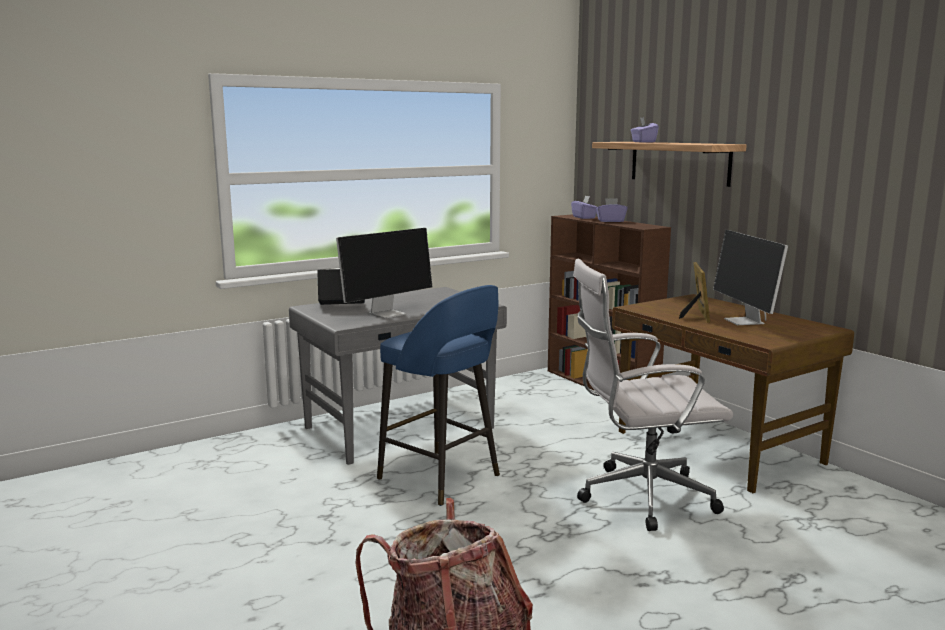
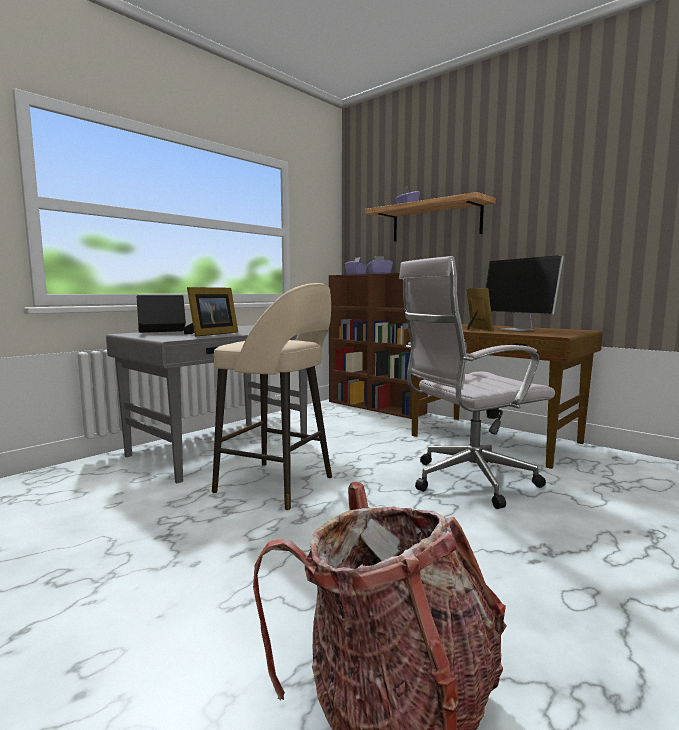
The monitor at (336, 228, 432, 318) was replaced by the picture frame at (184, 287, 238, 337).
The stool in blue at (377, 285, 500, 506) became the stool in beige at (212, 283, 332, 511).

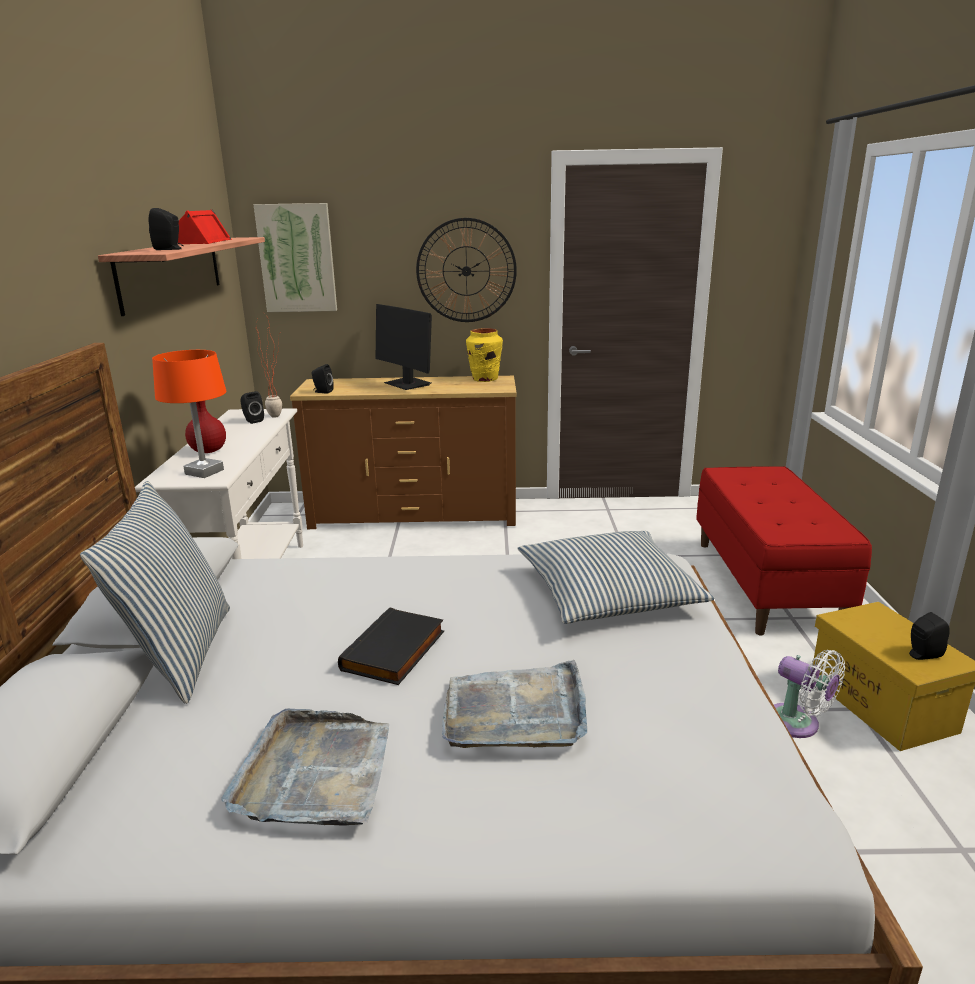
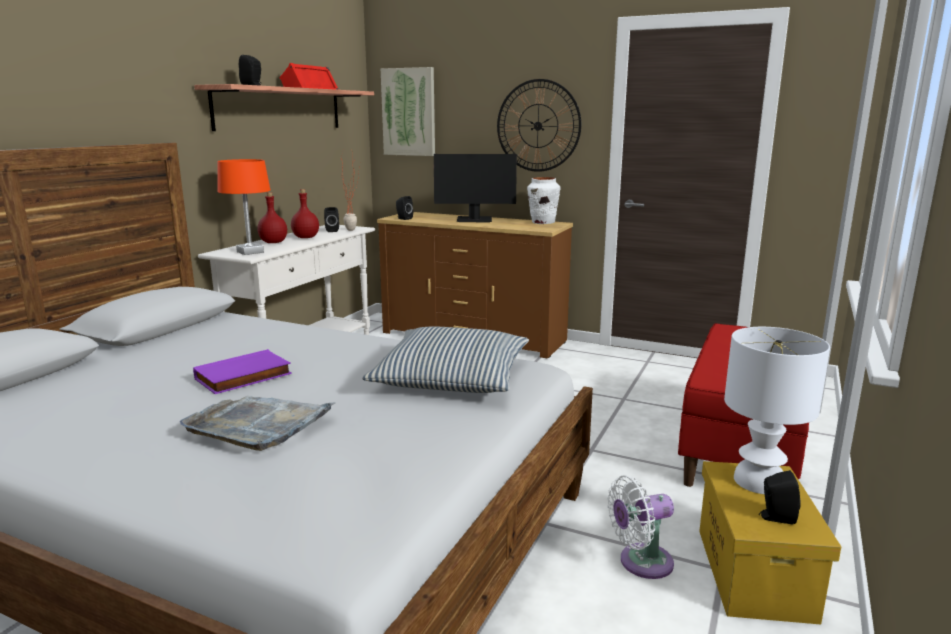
The pillow at (80, 481, 230, 704) disappeared.
The tray in grey at (221, 709, 389, 826) disappeared.
The bottle in red at (291, 189, 319, 238) appeared.
The table lamp in white at (724, 327, 830, 494) appeared.
The book in black at (338, 608, 444, 685) became the book in purple at (193, 349, 292, 394).
The vase in yellow at (466, 328, 503, 382) became the vase in white at (527, 177, 560, 224).
The monitor at (376, 304, 432, 390) turned 75 degrees counterclockwise.
The fan in white at (774, 650, 845, 738) turned 90 degrees clockwise.

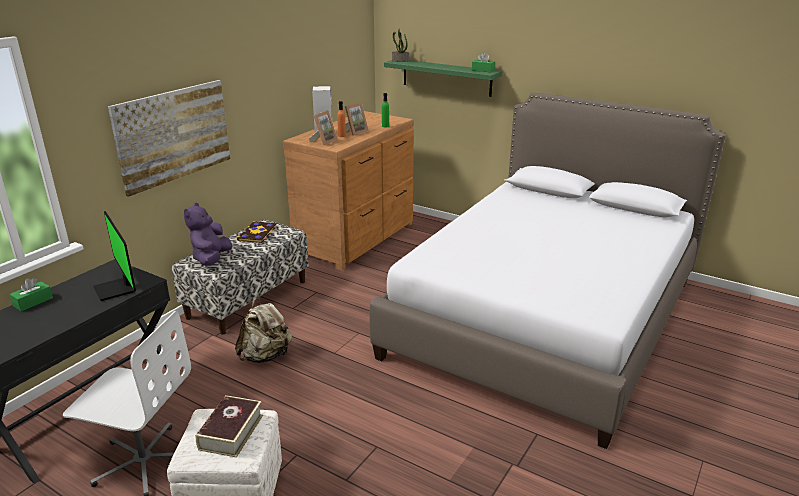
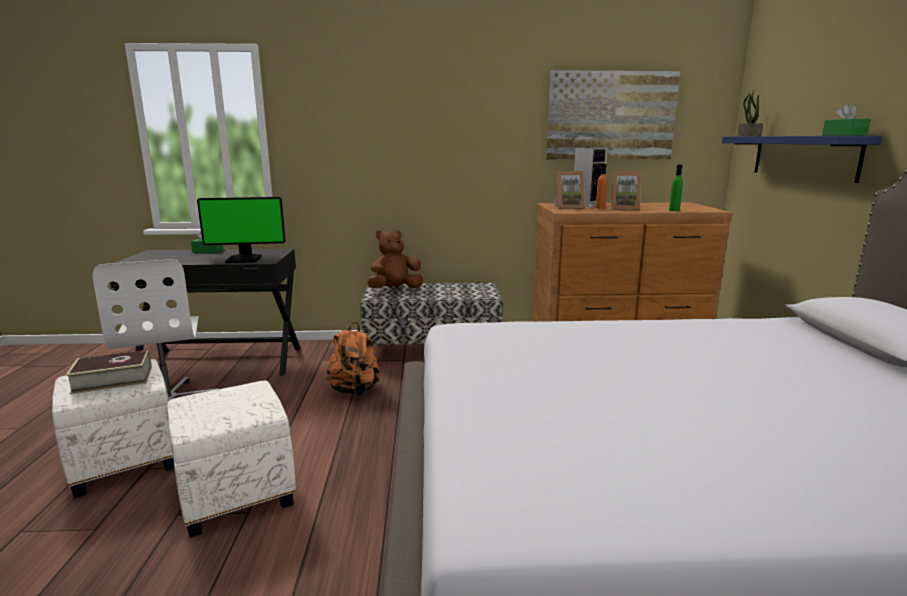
The book at (237, 221, 277, 243) disappeared.
The ottoman in white at (167, 381, 296, 538) appeared.
The picture moved from (108, 80, 230, 197) to (546, 70, 680, 159).
The plush toy in purple at (184, 203, 232, 266) became the plush toy in brown at (367, 230, 423, 288).
The backpack in beige at (235, 298, 292, 363) became the backpack in orange at (327, 322, 380, 396).
The shelf in green at (384, 60, 502, 97) became the shelf in blue at (722, 136, 882, 183).
The monitor at (93, 211, 136, 301) turned 120 degrees counterclockwise.

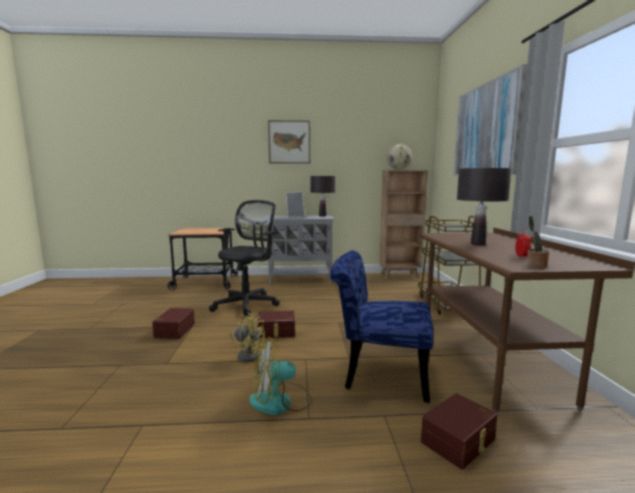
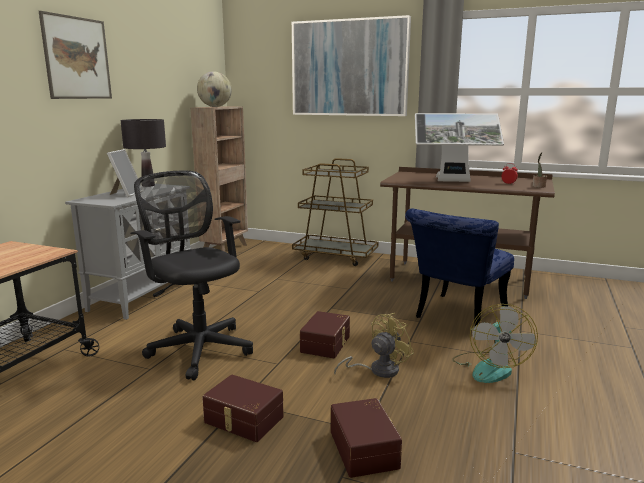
The storage box in brown moved from (421, 393, 498, 470) to (331, 398, 402, 478).
The table lamp in black at (457, 168, 512, 245) was replaced by the monitor at (415, 113, 504, 182).

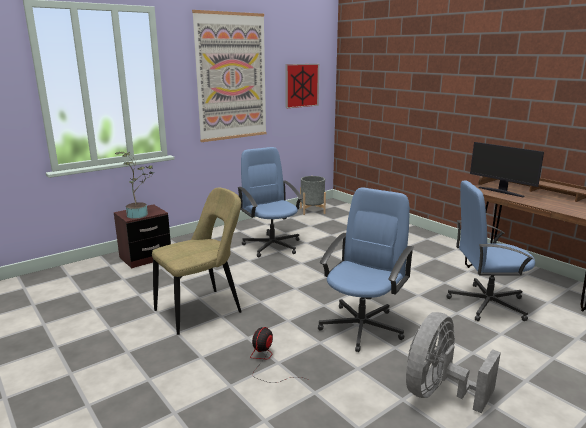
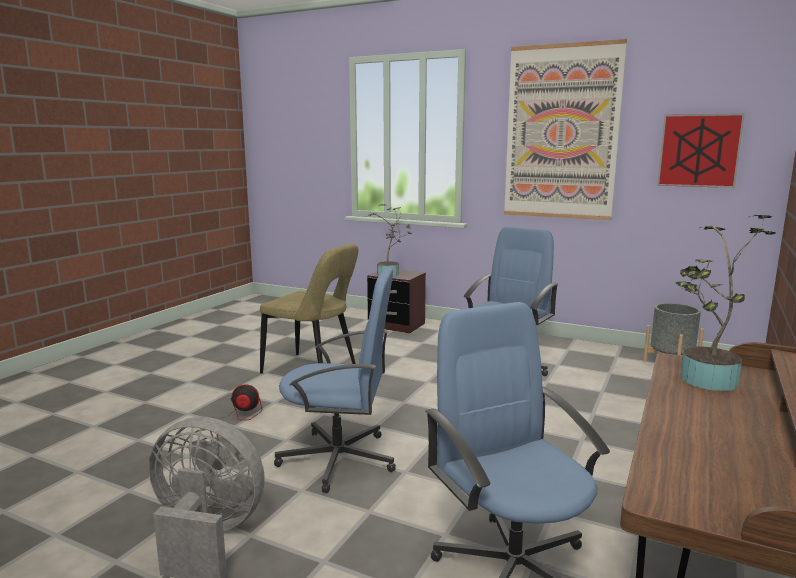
The monitor at (470, 142, 544, 197) was replaced by the potted plant at (676, 214, 776, 391).

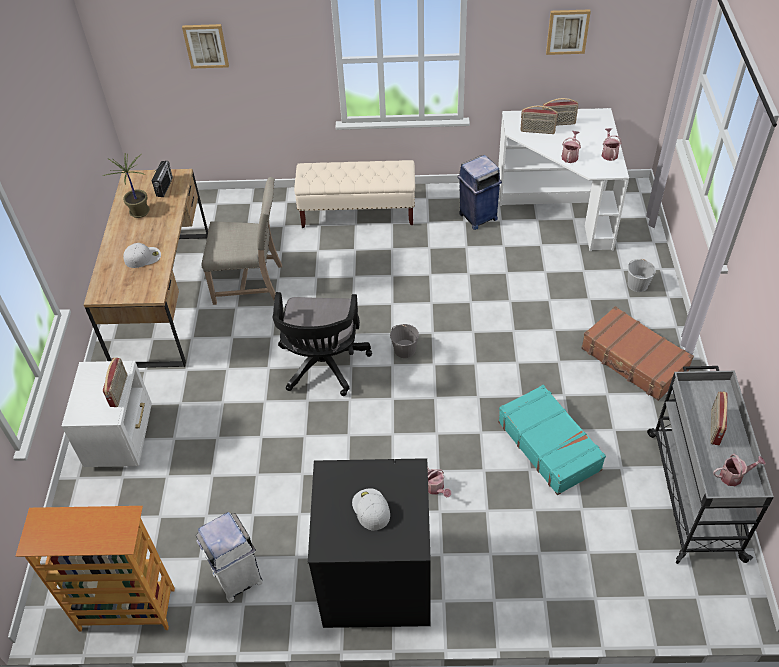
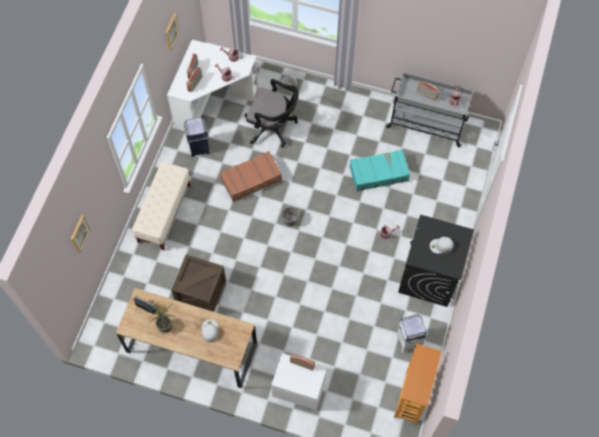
The office chair in black moved from (272, 292, 372, 396) to (244, 79, 299, 148).
The suitcase in brown moved from (581, 306, 694, 401) to (220, 151, 282, 202).
The chair in beige at (201, 177, 282, 305) was replaced by the crate at (171, 254, 226, 312).

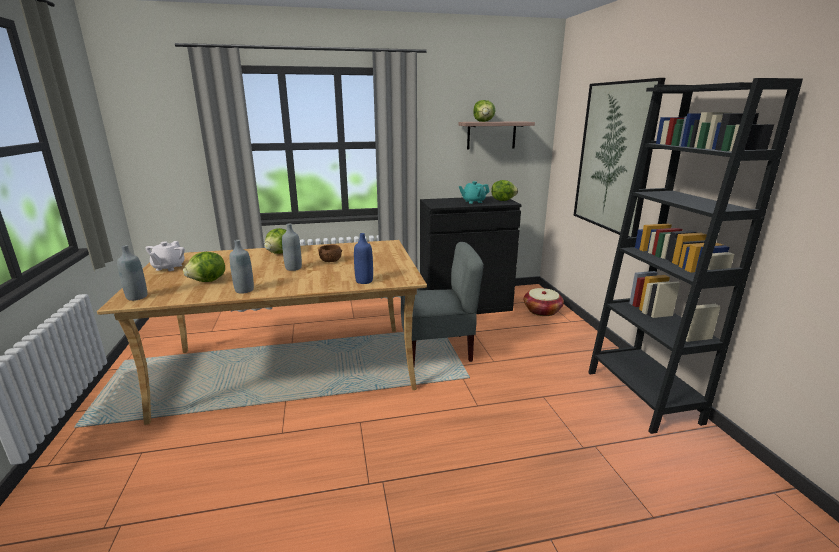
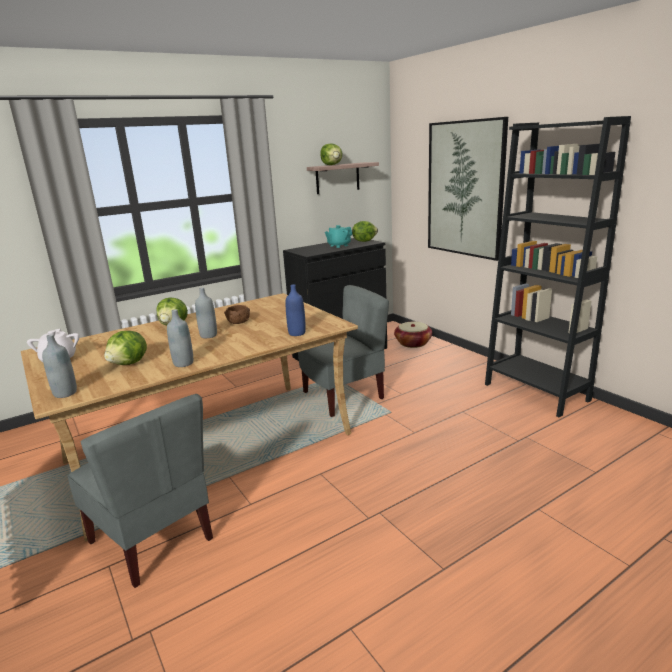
The chair in grey at (68, 394, 213, 588) appeared.

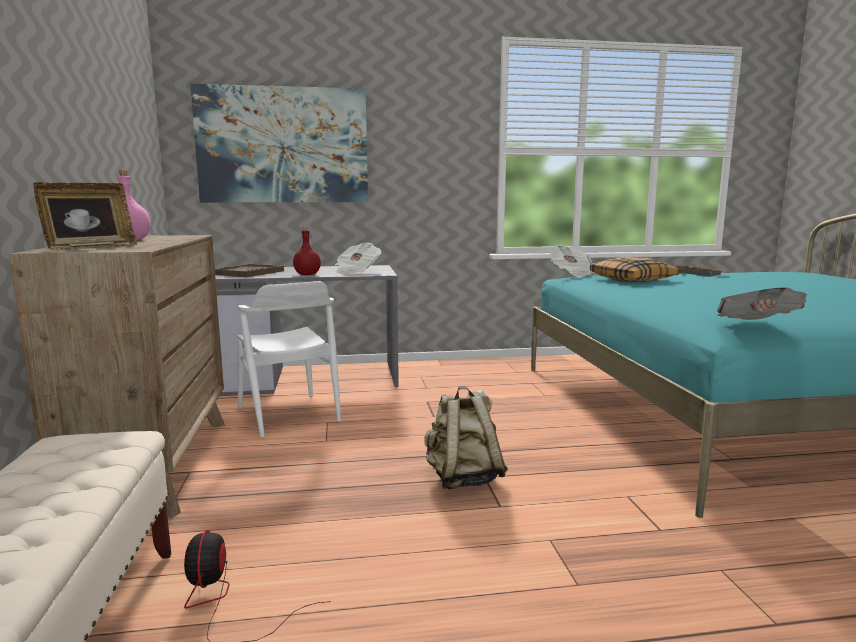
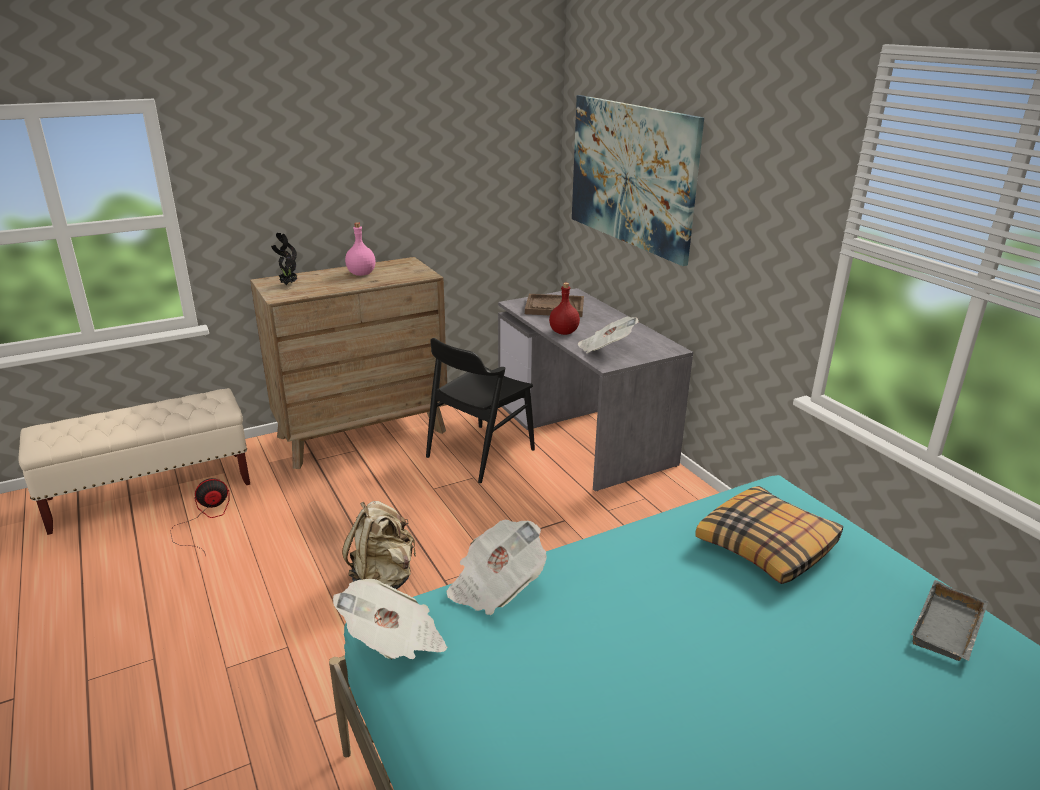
The newspaper moved from (549, 245, 594, 277) to (447, 519, 547, 615).
The picture frame at (33, 182, 137, 250) was replaced by the potted plant at (271, 233, 298, 285).
The chair in white at (236, 281, 341, 437) became the chair in black at (426, 338, 535, 483).

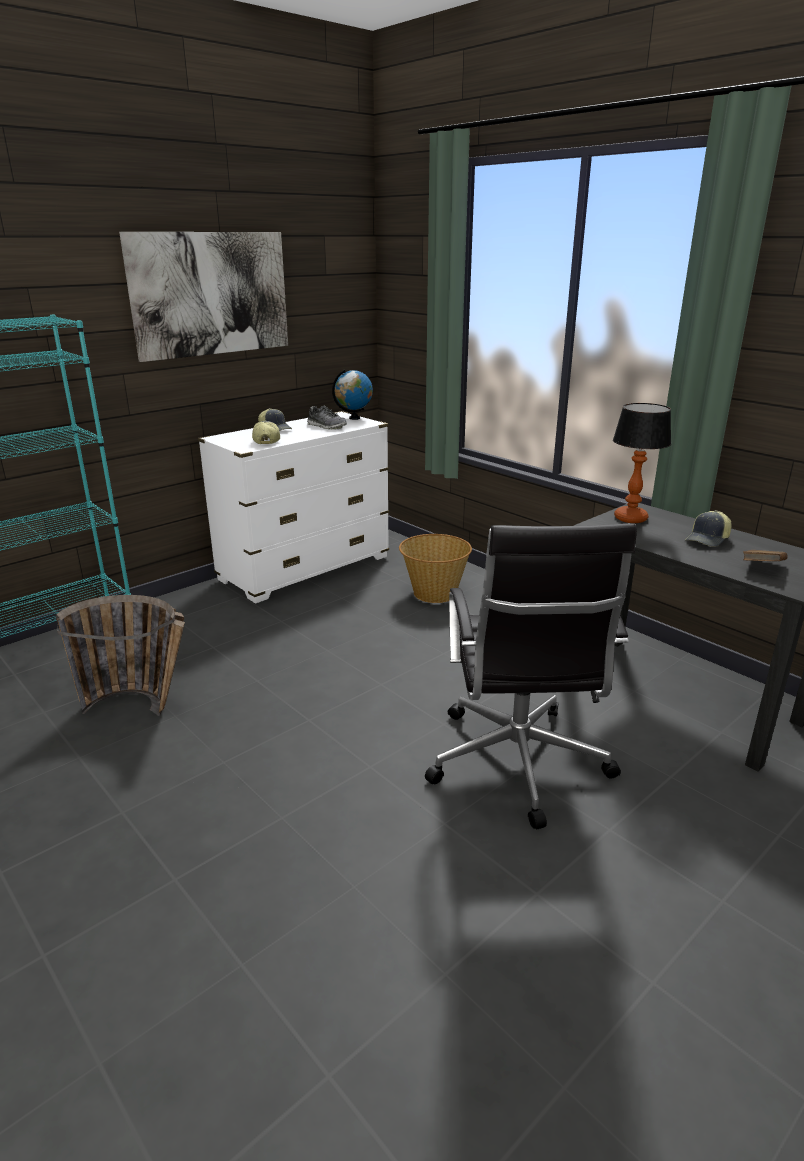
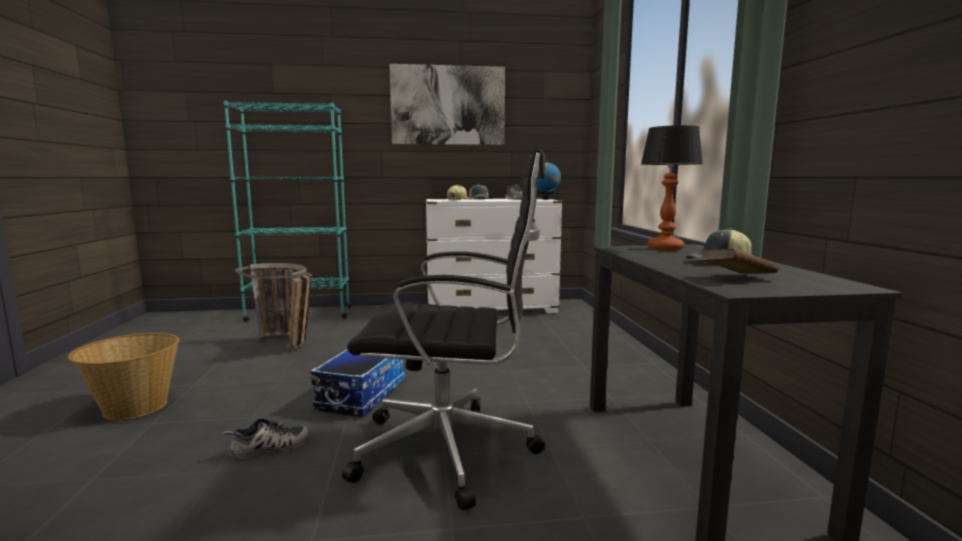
The shoe at (223, 418, 309, 461) appeared.
The storage box at (310, 349, 405, 417) appeared.
The basket moved from (399, 534, 472, 603) to (68, 333, 179, 420).
The office chair in black at (425, 523, 637, 830) turned 120 degrees counterclockwise.

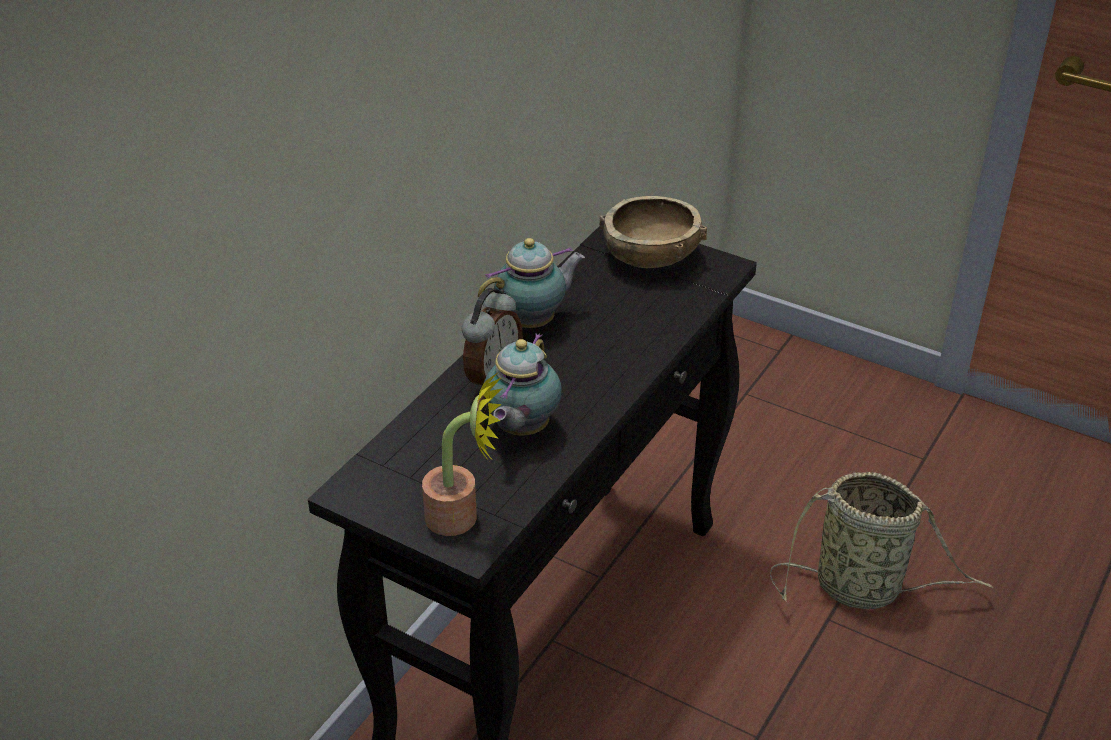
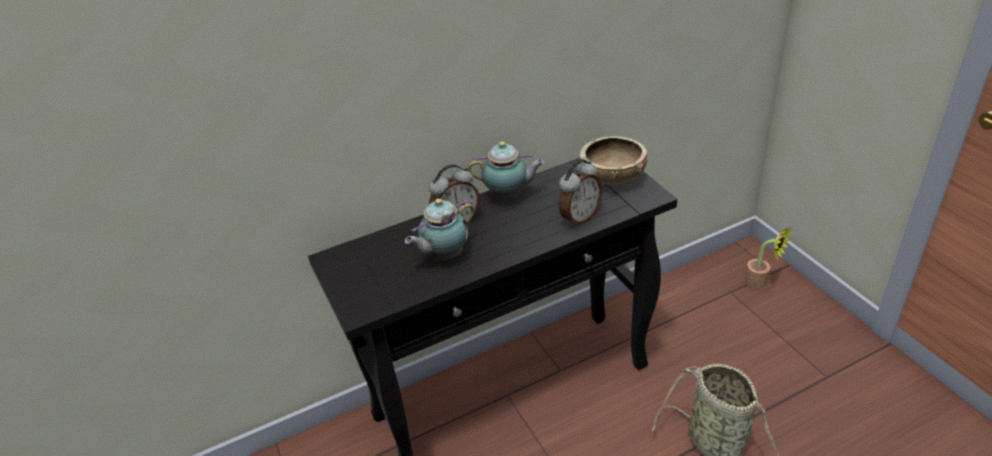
The alarm clock at (558, 159, 602, 227) appeared.
The potted plant moved from (422, 372, 503, 536) to (745, 227, 793, 288).

